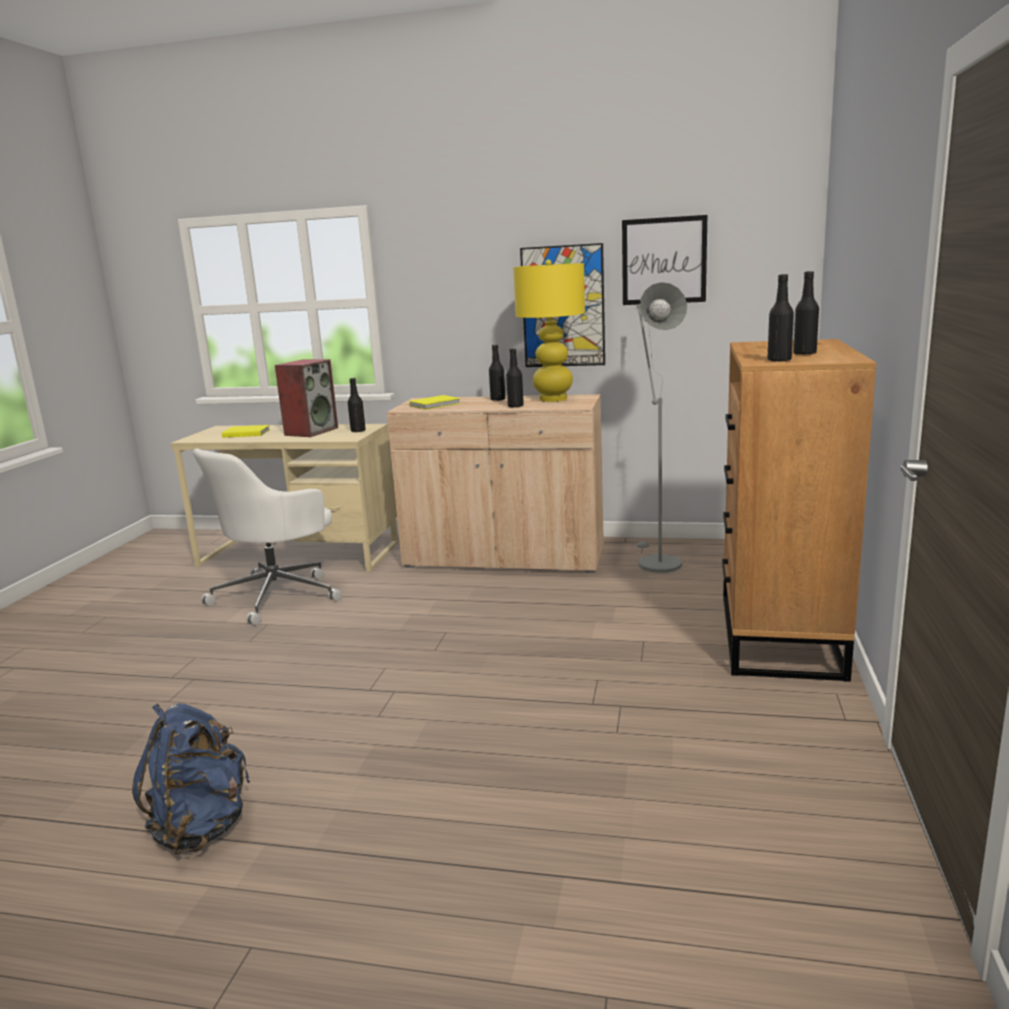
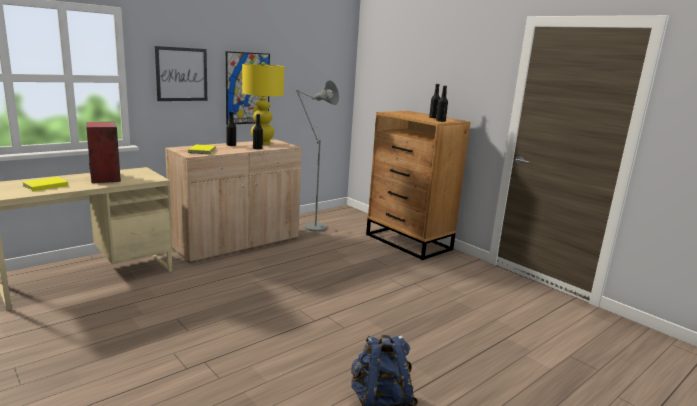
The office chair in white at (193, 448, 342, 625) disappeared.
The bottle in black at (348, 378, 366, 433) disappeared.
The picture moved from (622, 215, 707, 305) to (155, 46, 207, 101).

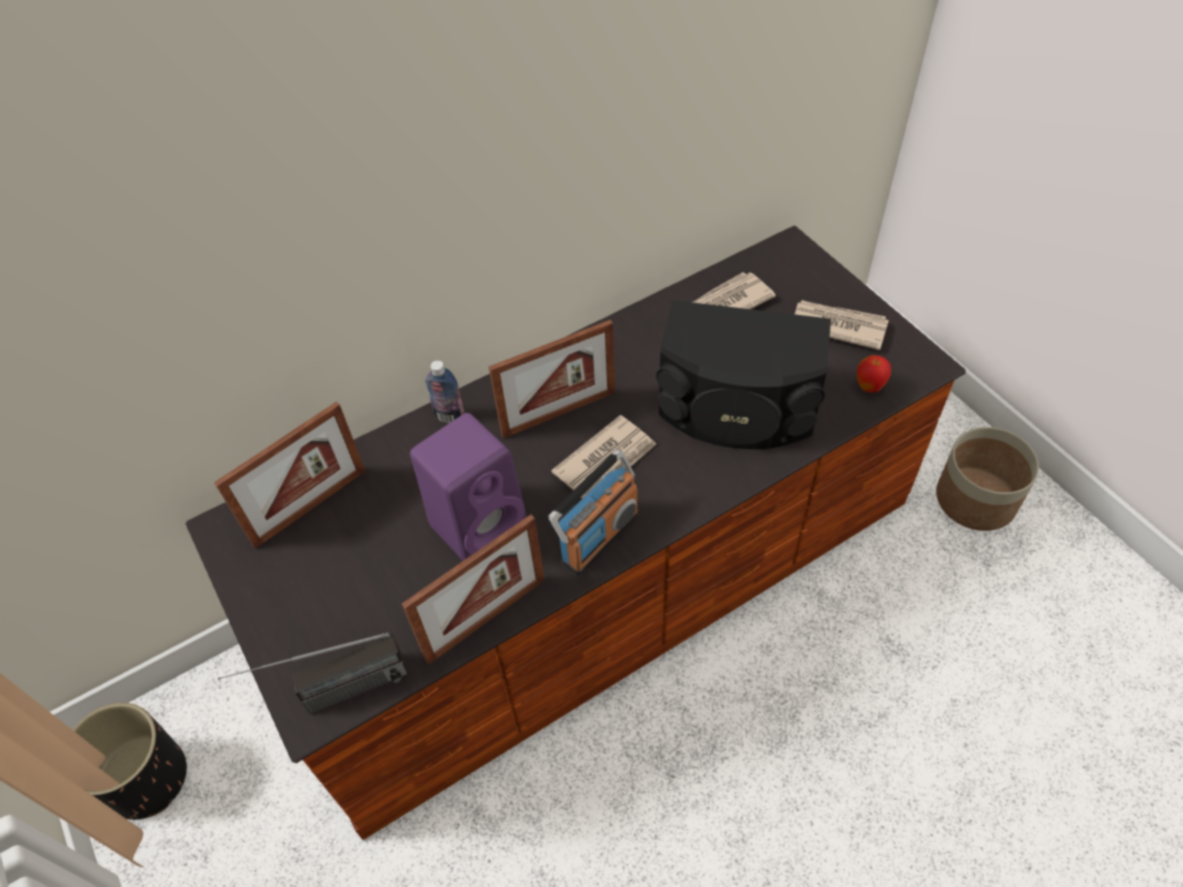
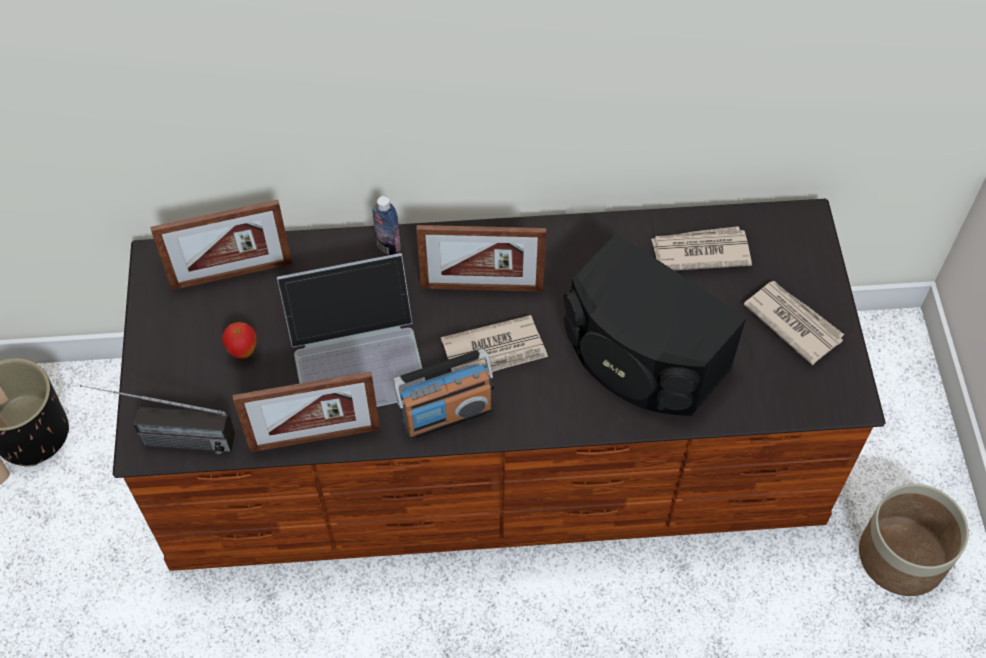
The apple moved from (857, 355, 891, 393) to (222, 322, 257, 359).
The speaker in purple at (410, 413, 526, 561) was replaced by the laptop at (277, 253, 425, 407).

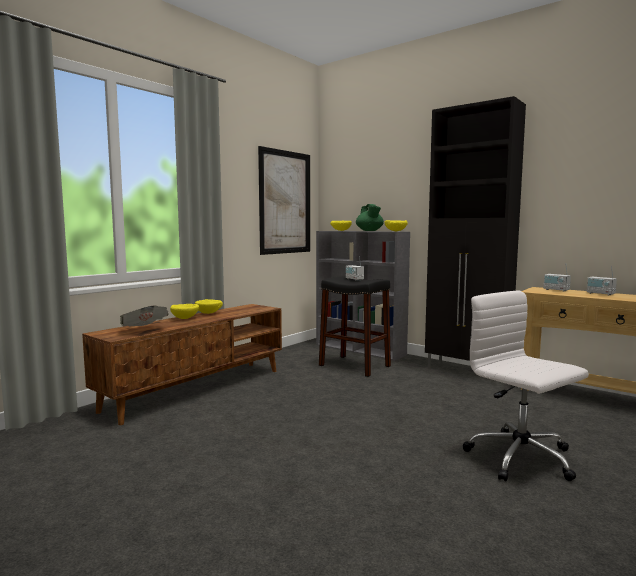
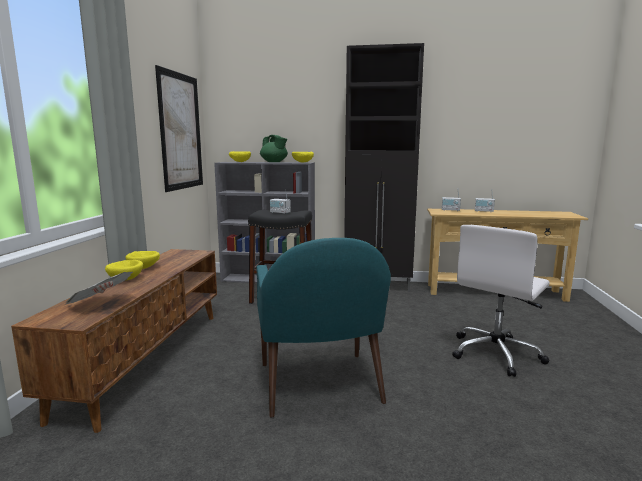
The armchair in turquoise at (256, 238, 391, 418) appeared.
The office chair in white at (463, 291, 589, 482) turned 75 degrees counterclockwise.

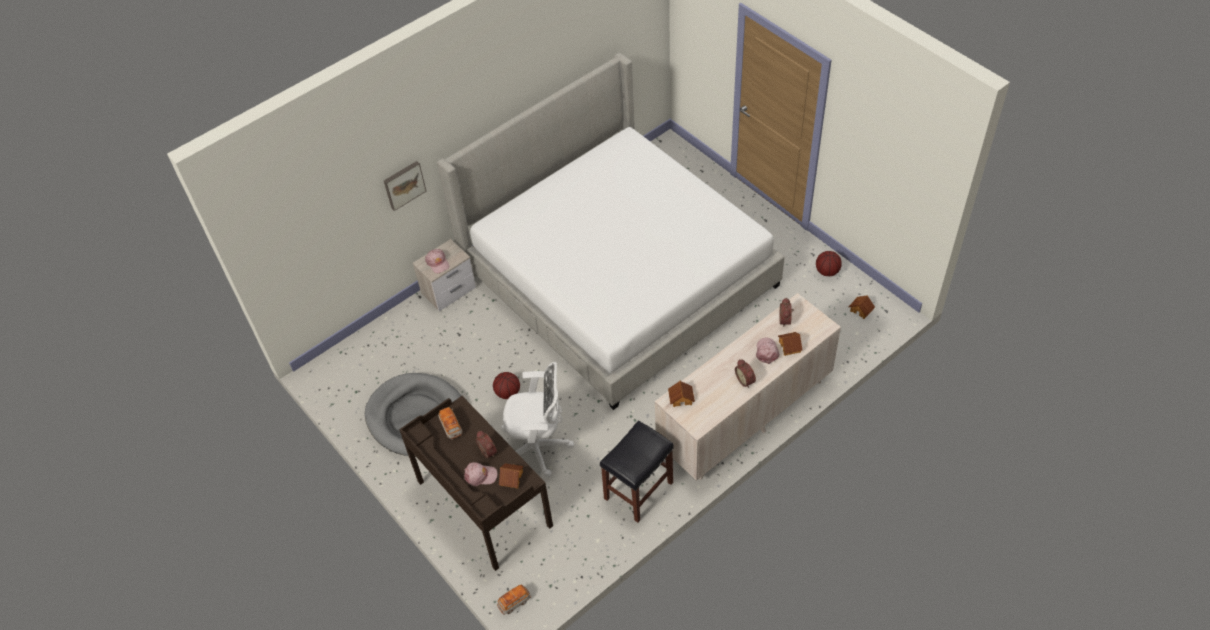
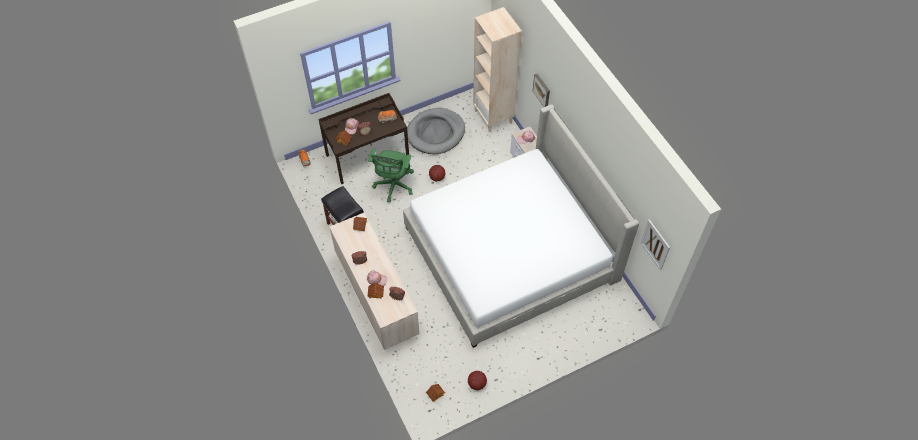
The bookcase in beige at (473, 7, 522, 132) appeared.
The picture at (641, 219, 670, 270) appeared.
The office chair in white at (501, 362, 574, 477) became the office chair in green at (368, 149, 414, 203).

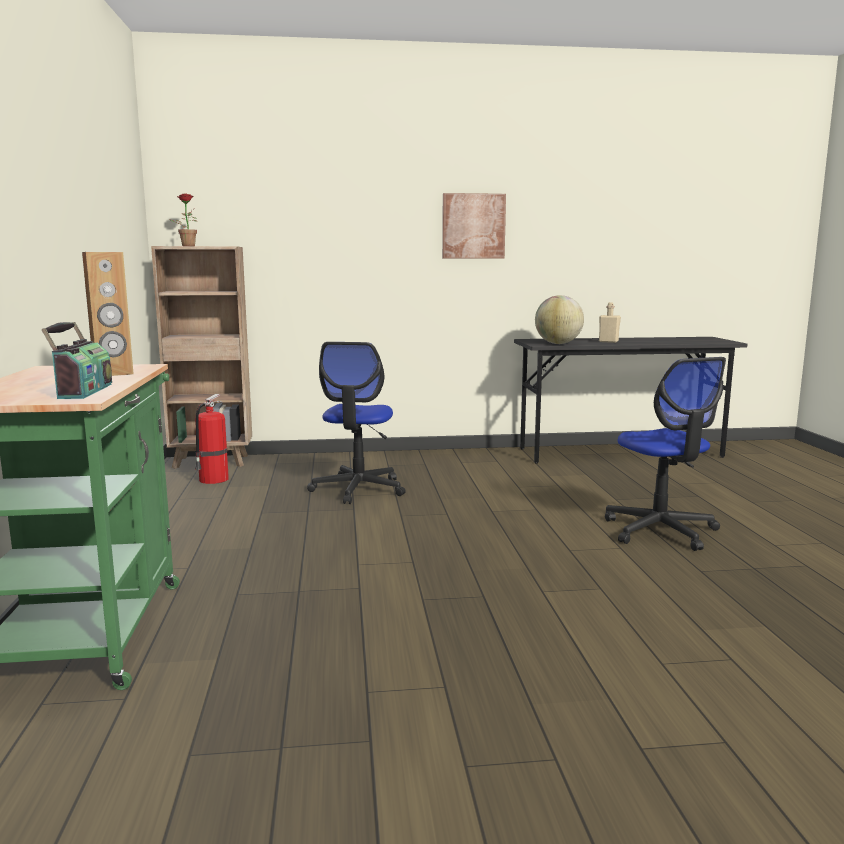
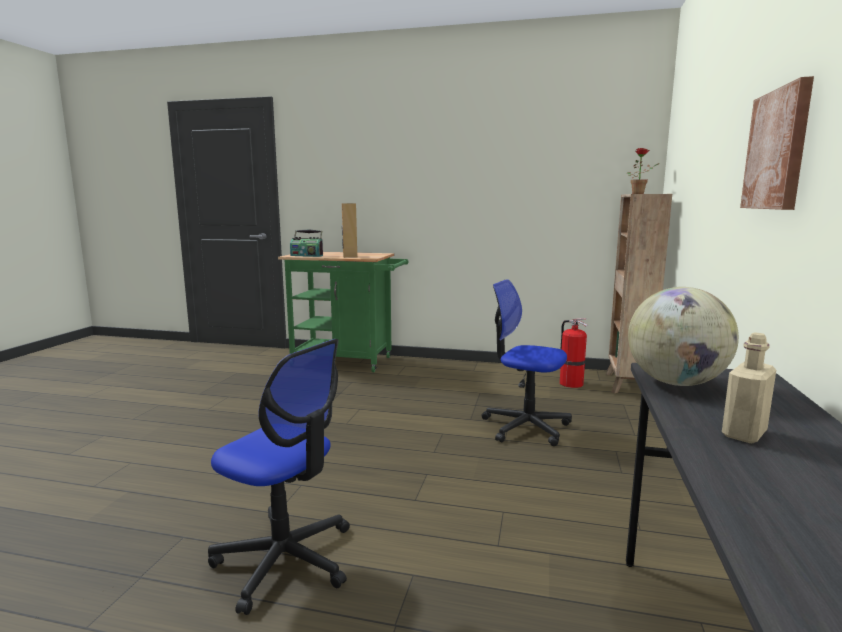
The office chair at (605, 357, 726, 551) turned 150 degrees counterclockwise.

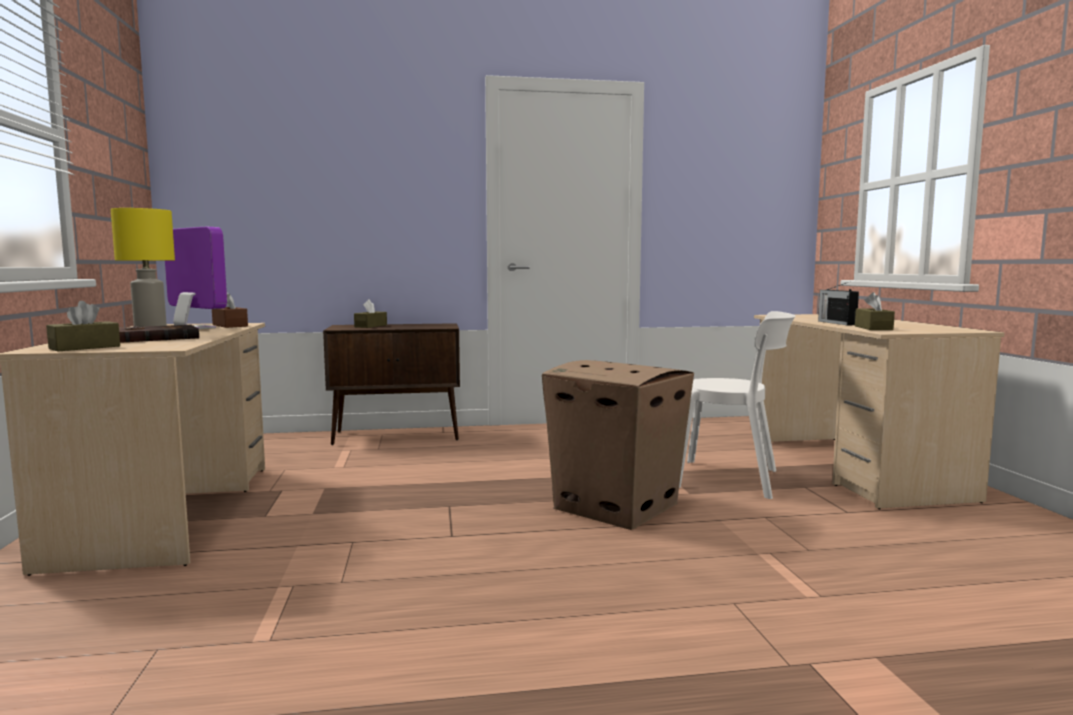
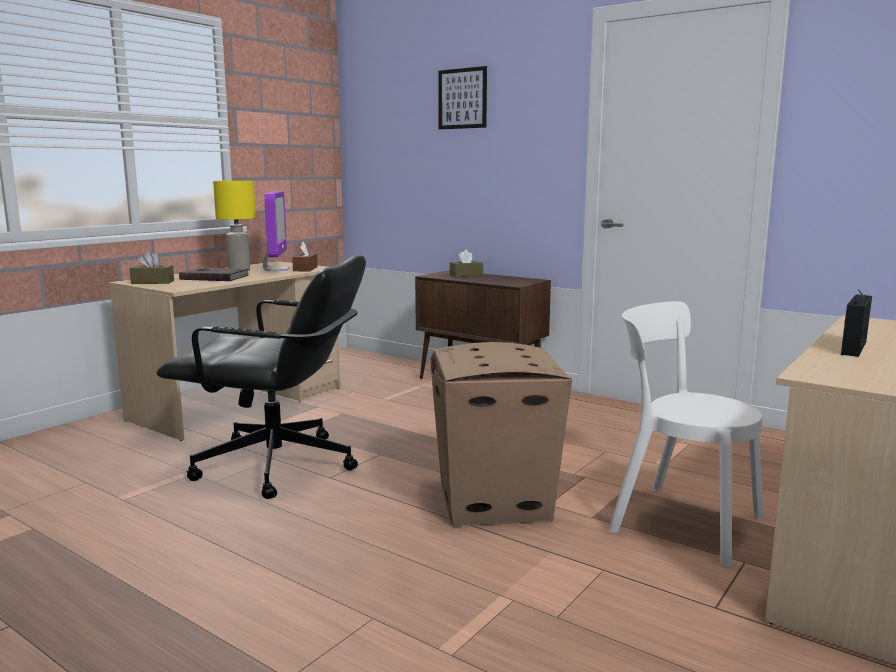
The tissue box in brown at (855, 292, 895, 330) disappeared.
The office chair in black at (156, 255, 366, 499) appeared.
The picture at (438, 66, 487, 129) appeared.
The chair in white at (679, 311, 796, 499) turned 150 degrees clockwise.

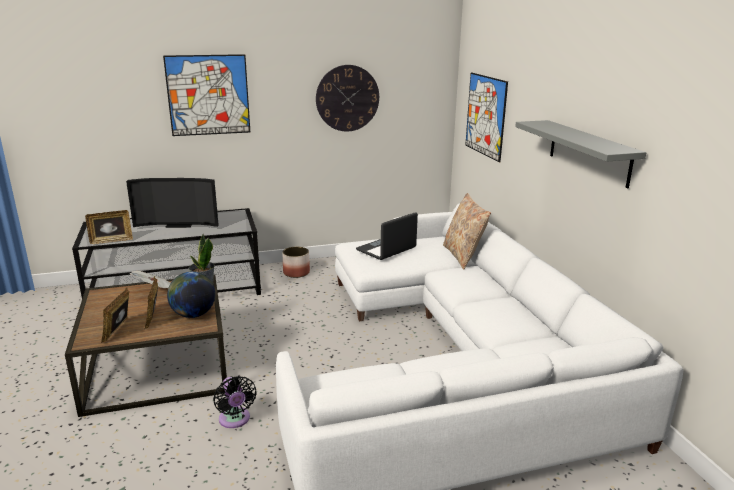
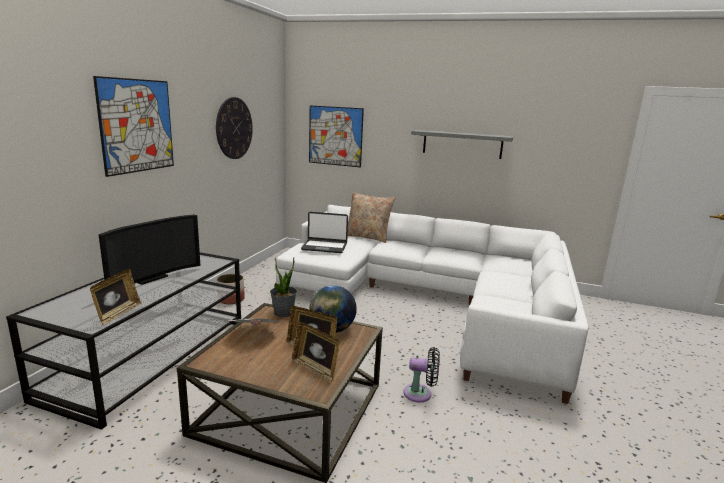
The laptop at (356, 212, 418, 260) turned 75 degrees counterclockwise.

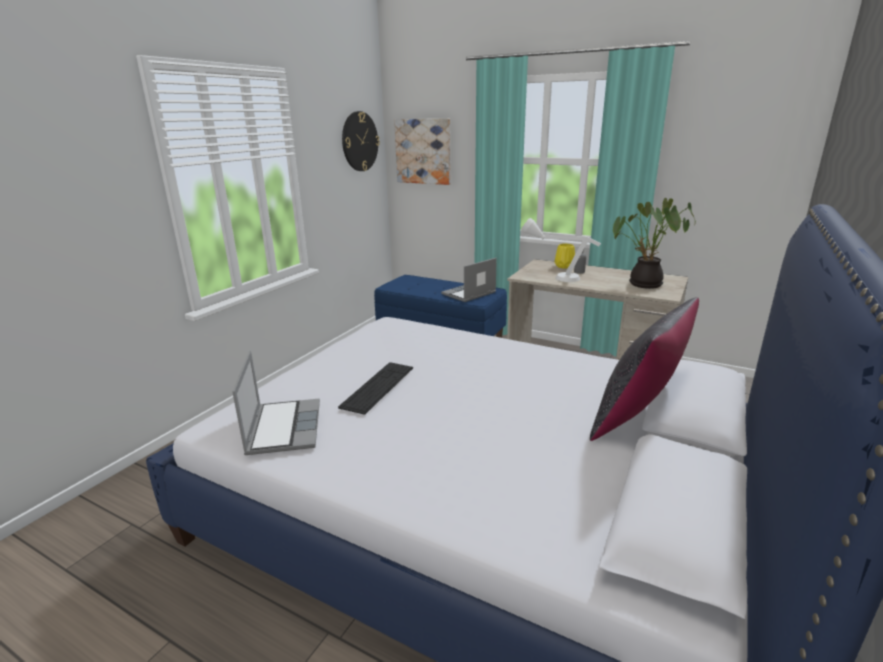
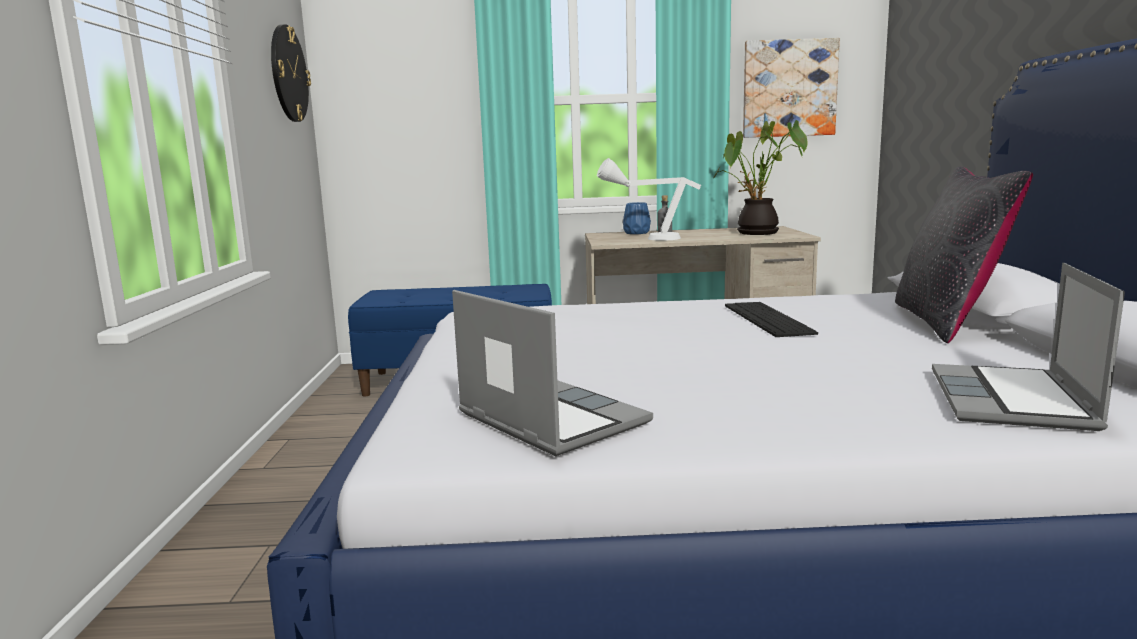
The keyboard moved from (338, 362, 413, 415) to (725, 302, 818, 337).
The picture moved from (394, 119, 451, 185) to (743, 38, 840, 138).
The laptop moved from (441, 258, 497, 302) to (932, 263, 1125, 431).
The vase in yellow at (554, 244, 575, 269) became the vase in blue at (623, 202, 651, 234).

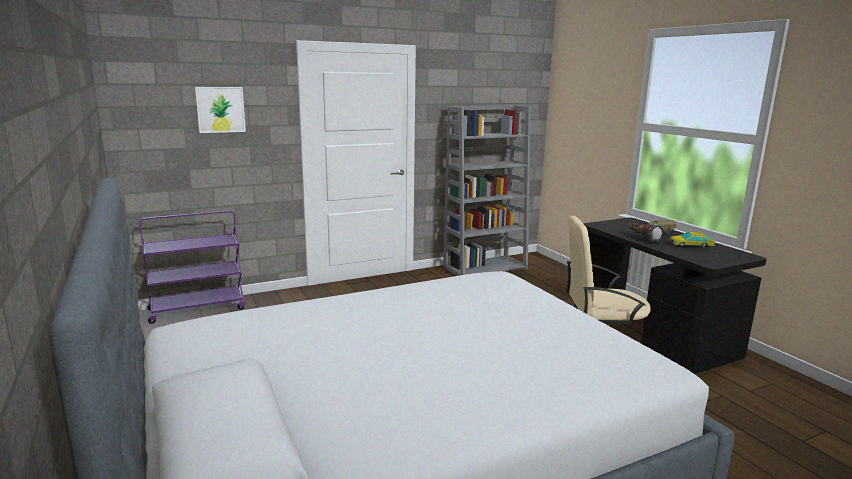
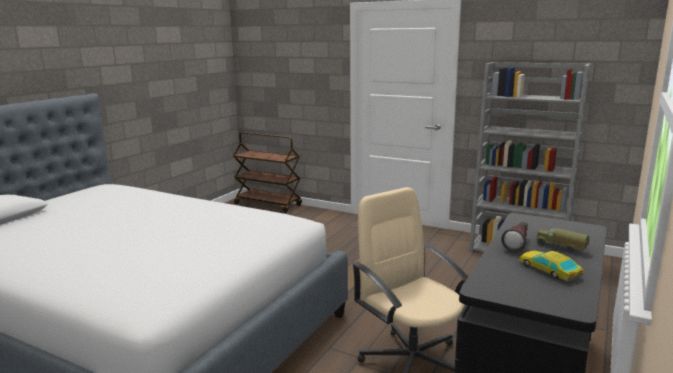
The picture at (195, 87, 246, 133) disappeared.
The cart in purple at (139, 210, 245, 324) became the cart in brown at (233, 132, 302, 213).

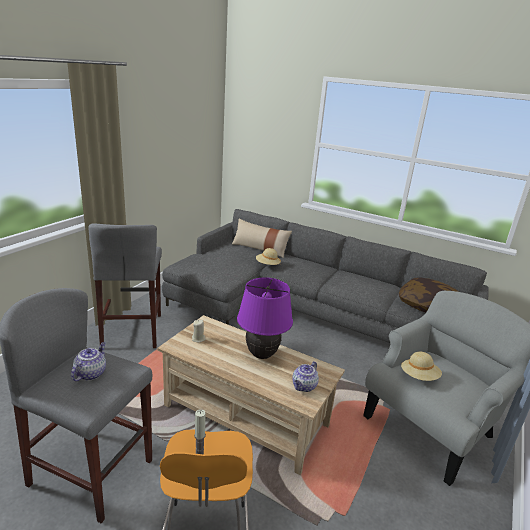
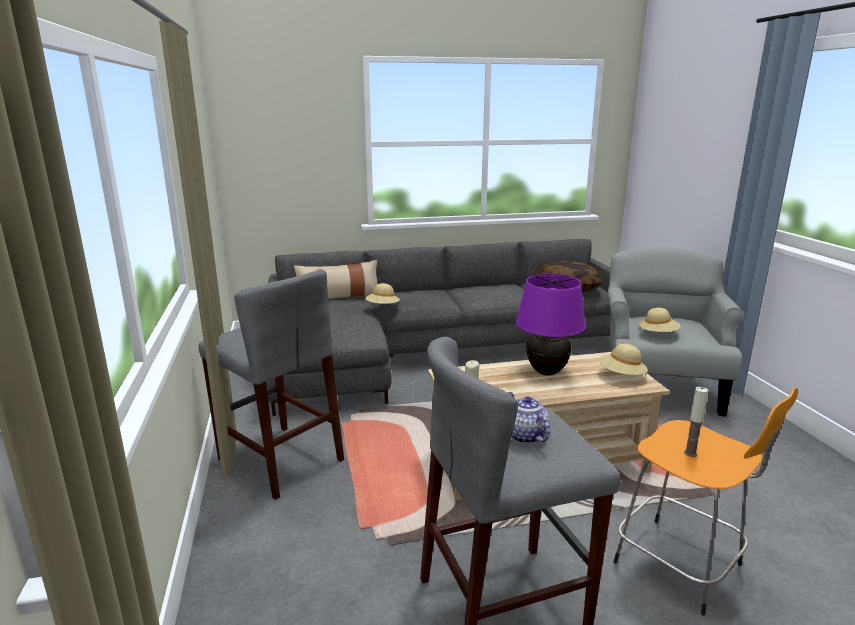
The teapot at (292, 361, 319, 392) was replaced by the hat in beige at (599, 344, 648, 376).

